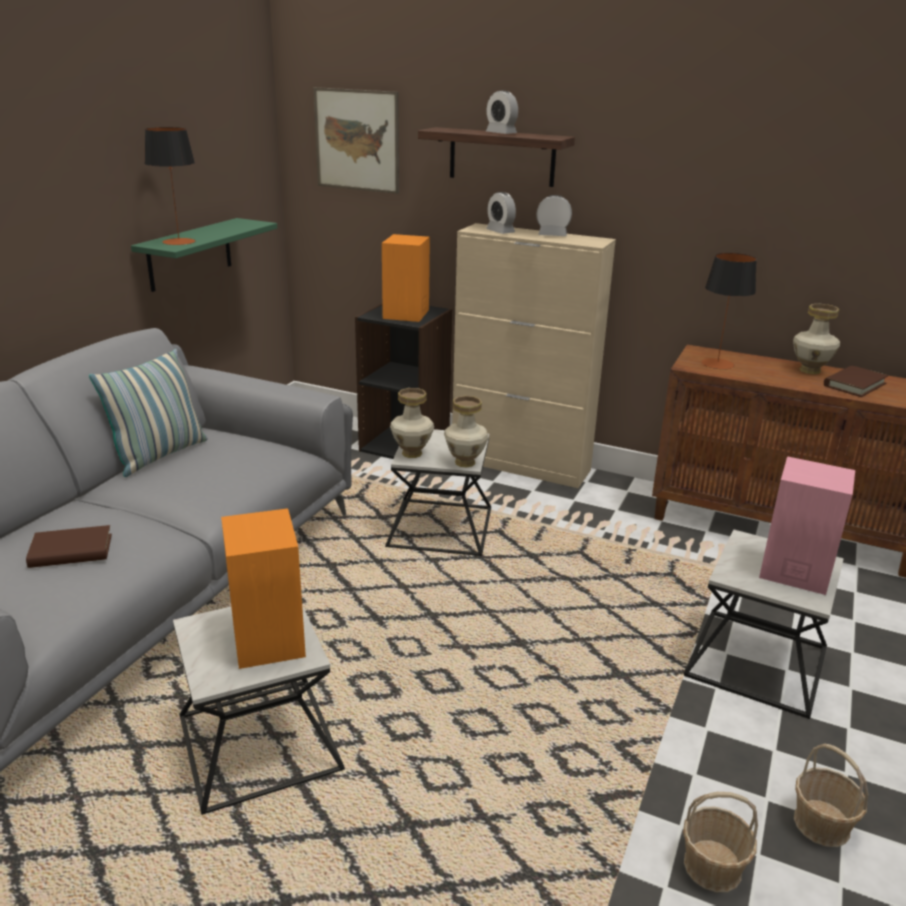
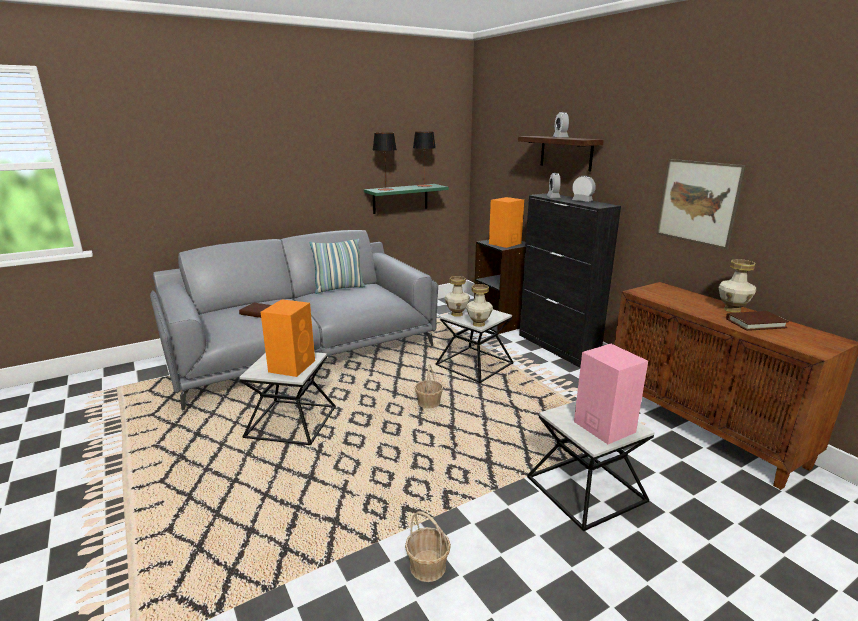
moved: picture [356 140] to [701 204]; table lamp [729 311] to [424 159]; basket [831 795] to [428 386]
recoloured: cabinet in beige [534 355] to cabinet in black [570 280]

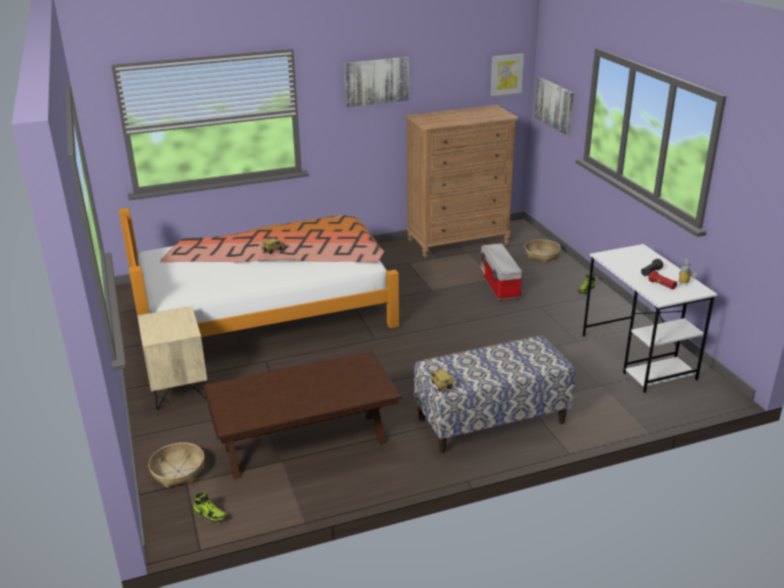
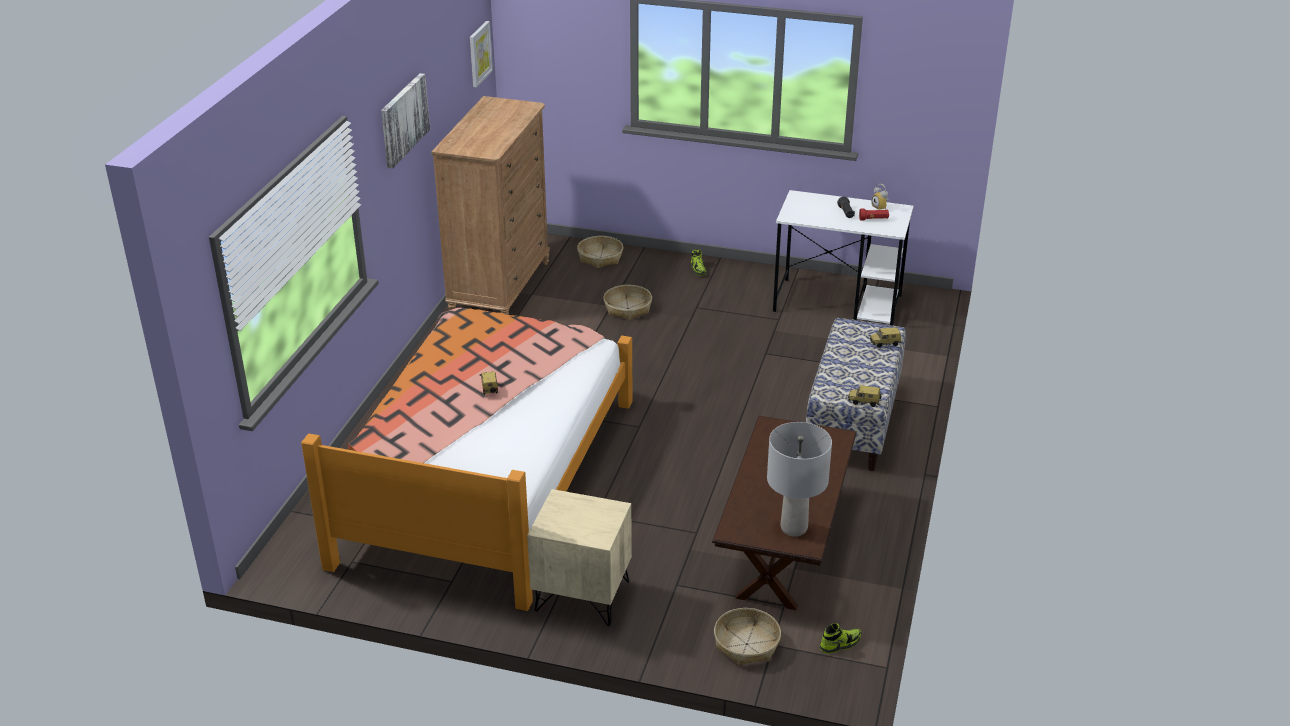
removed: picture [554 106]
added: table lamp in grey [799 479]; toy car [885 337]
replaced: storage box [502 272] to basket [627 302]

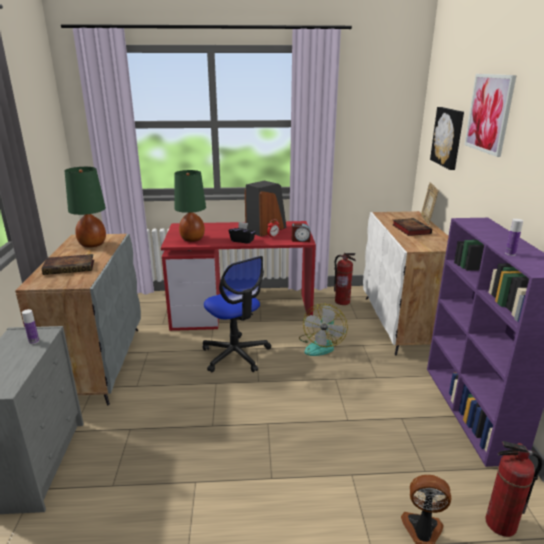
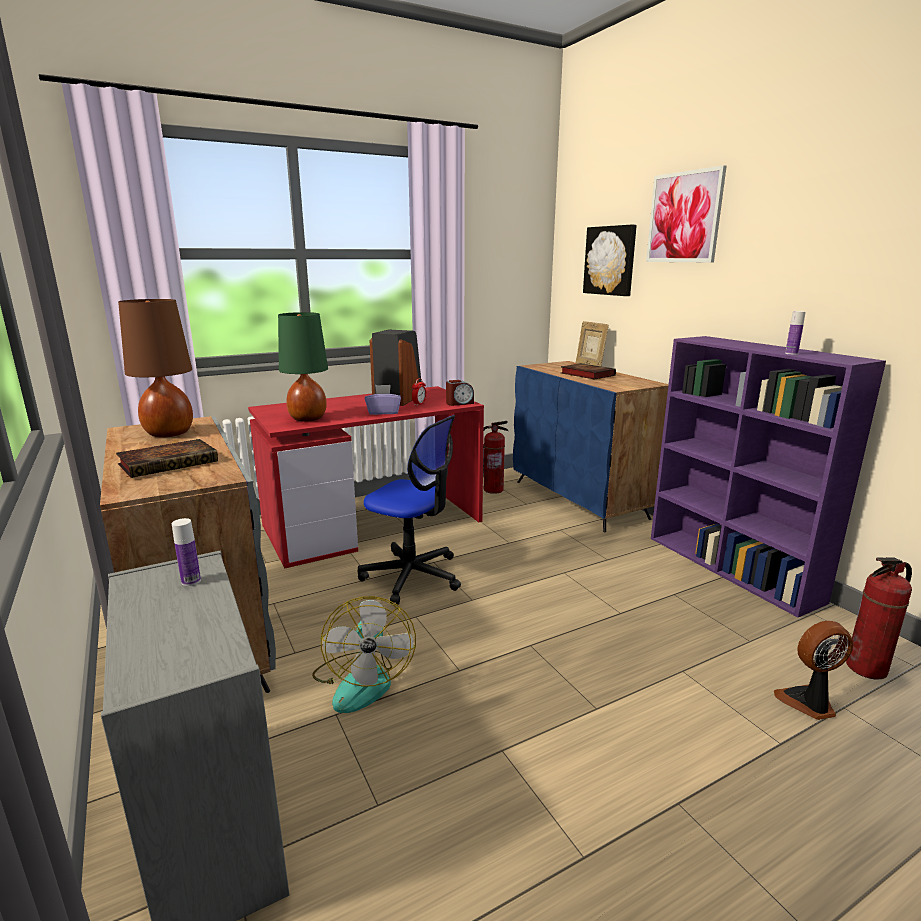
moved: fan [323 330] to [364 654]
recoloured: table lamp in green [85 207] to table lamp in brown [155 368]; tissue box in black [242 233] to tissue box in purple [383 400]; cabinet in white [405 283] to cabinet in blue [591 446]

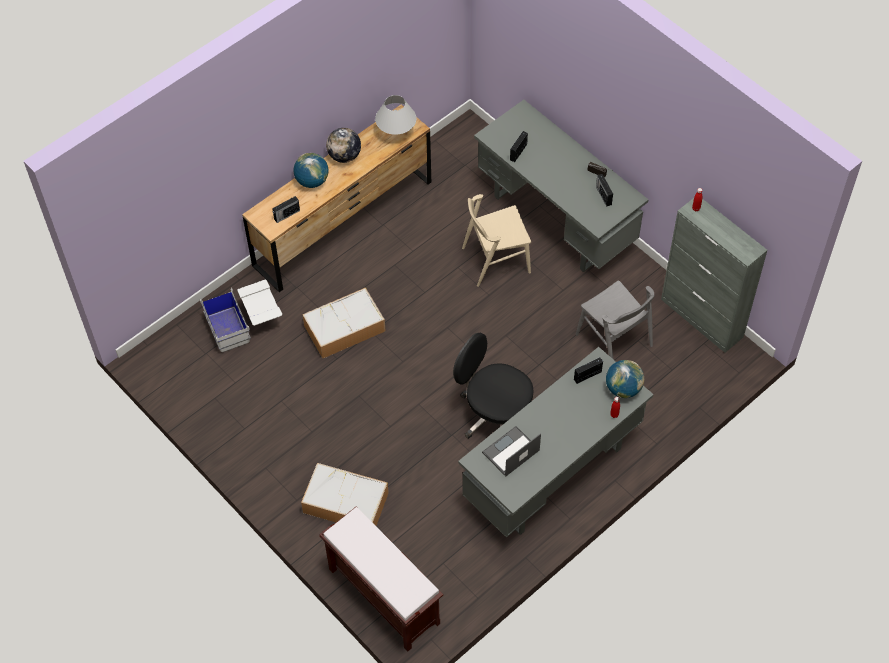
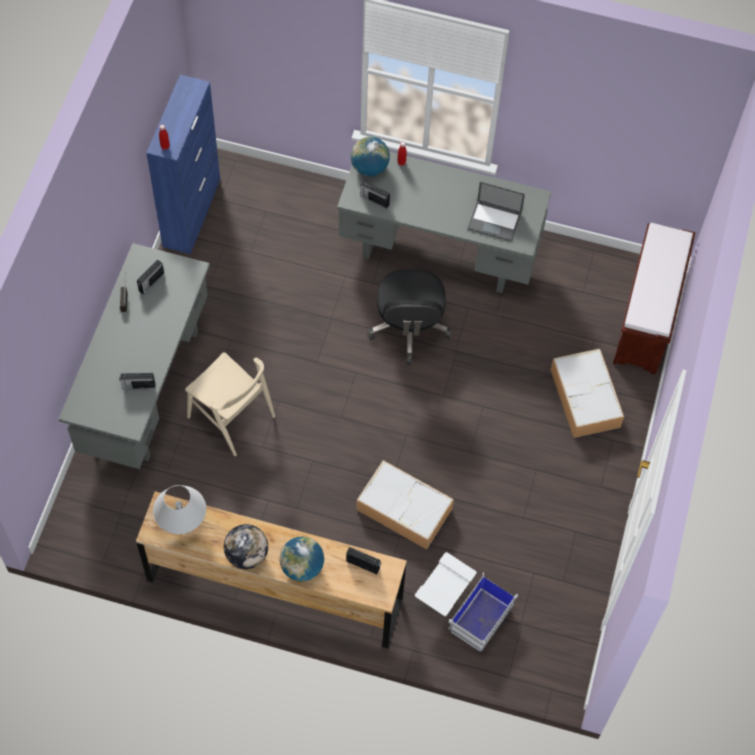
removed: chair in grey [615 320]
recoloured: cabinet in grey [714 275] to cabinet in blue [183 164]

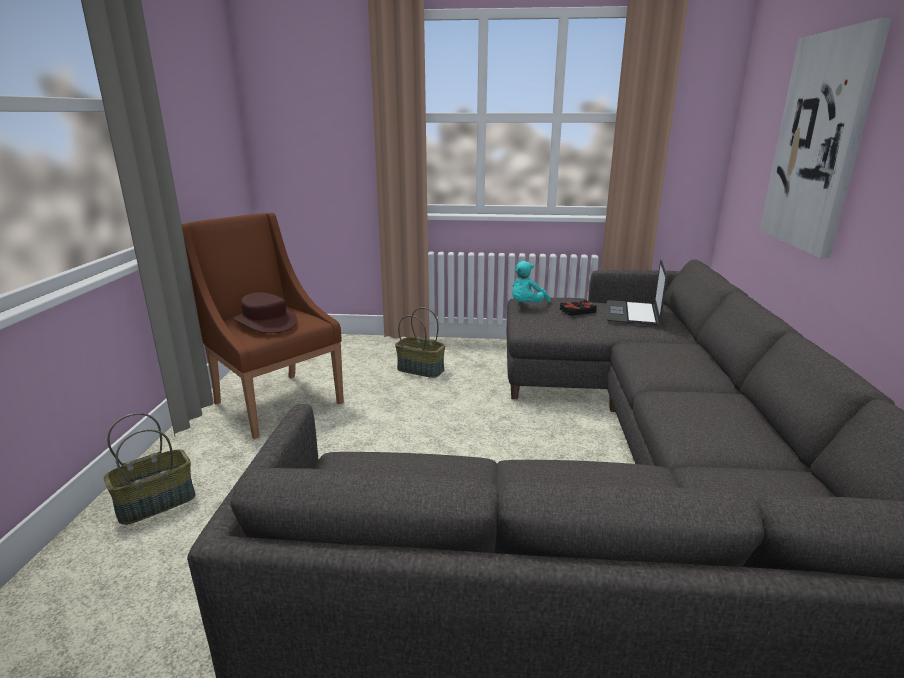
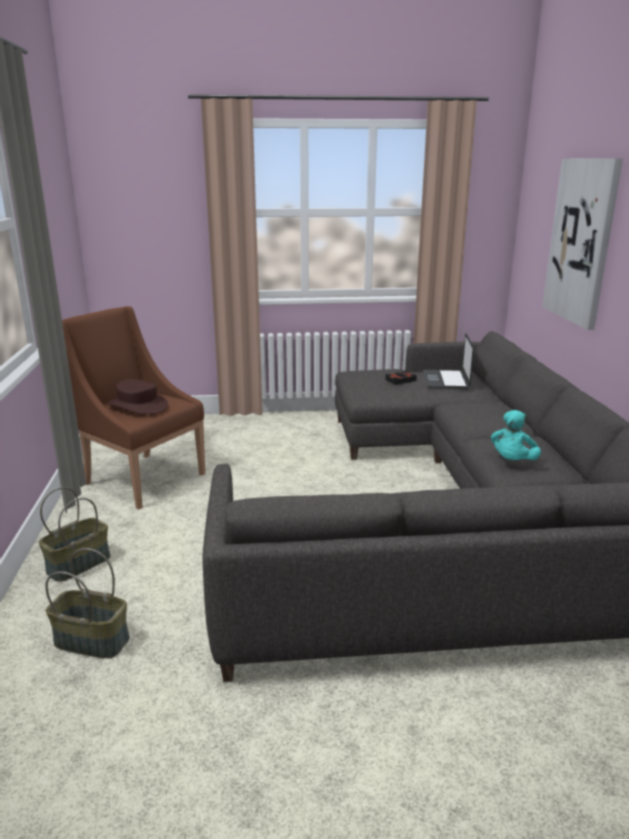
moved: basket [420 342] to [87 603]; plush toy in turquoise [531 282] to [516 435]

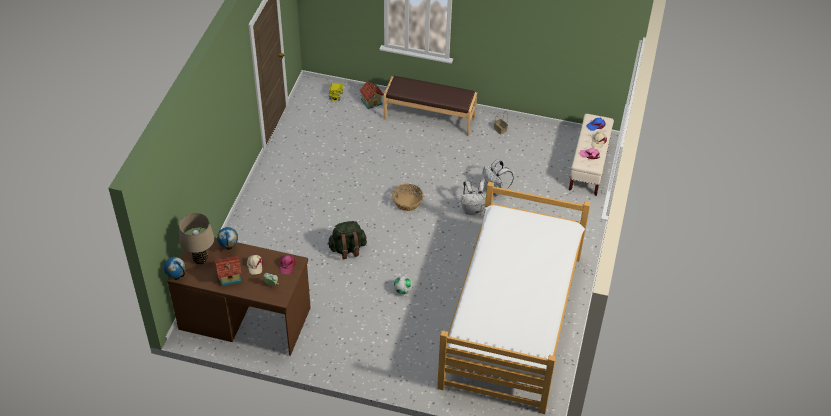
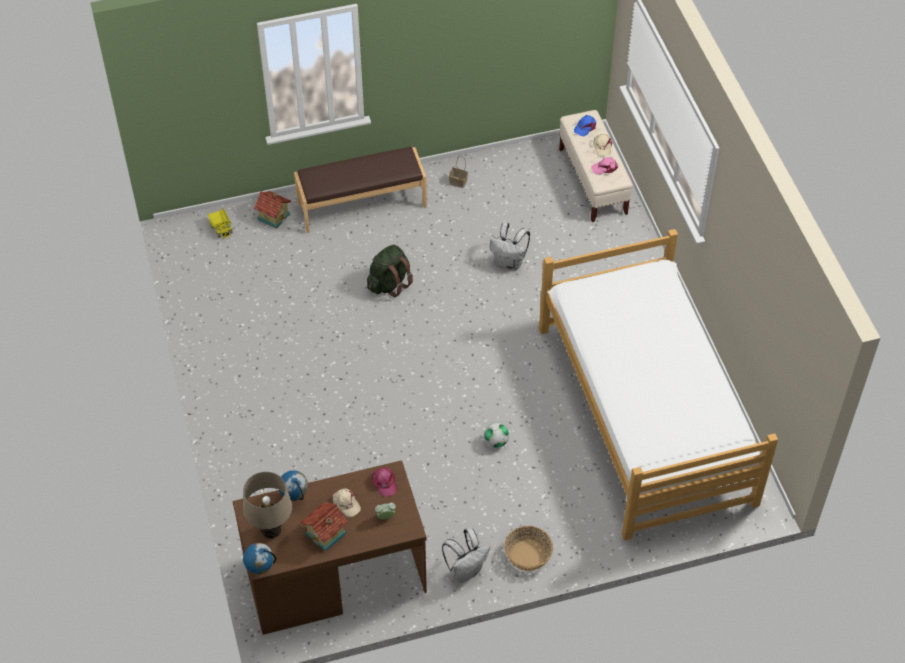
moved: backpack in green [347 240] to [390 271]; basket [408 197] to [529 548]; backpack in white [473 197] to [466 555]

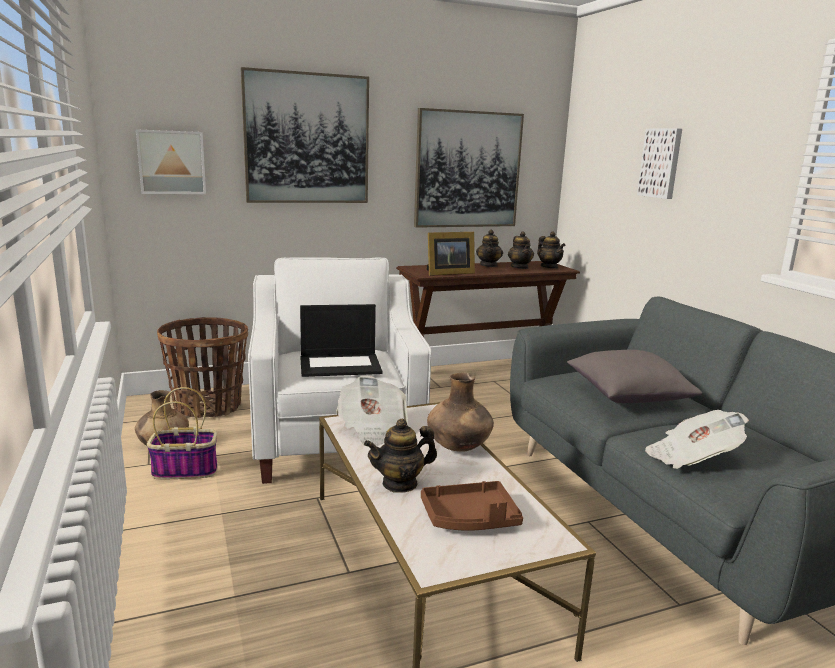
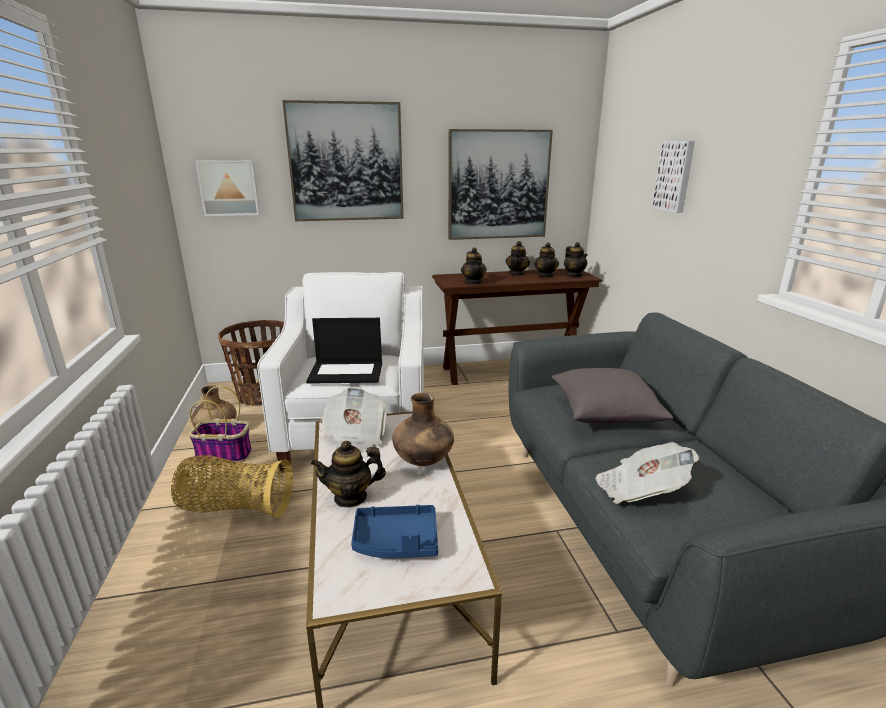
added: basket [232 486]
replaced: picture frame [451 254] to teapot [474 265]
recoloured: tray in brown [472 506] to tray in blue [394 531]

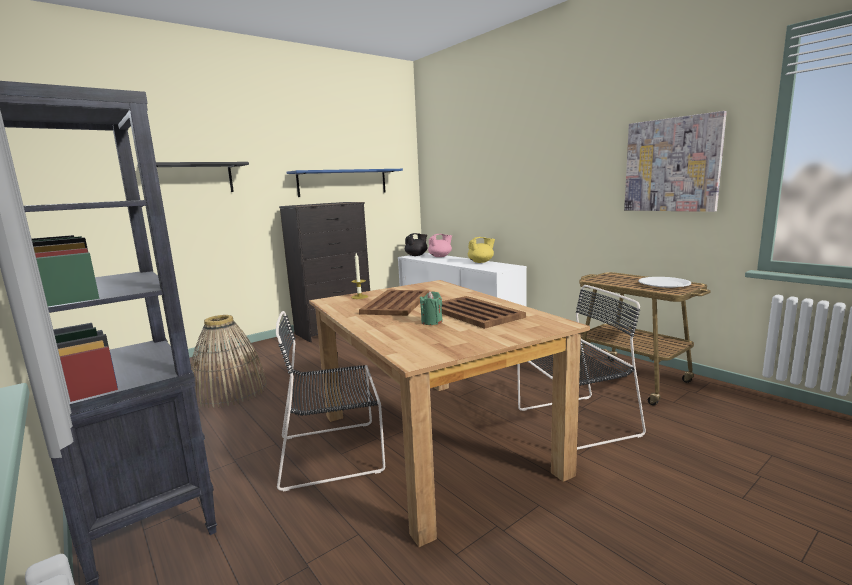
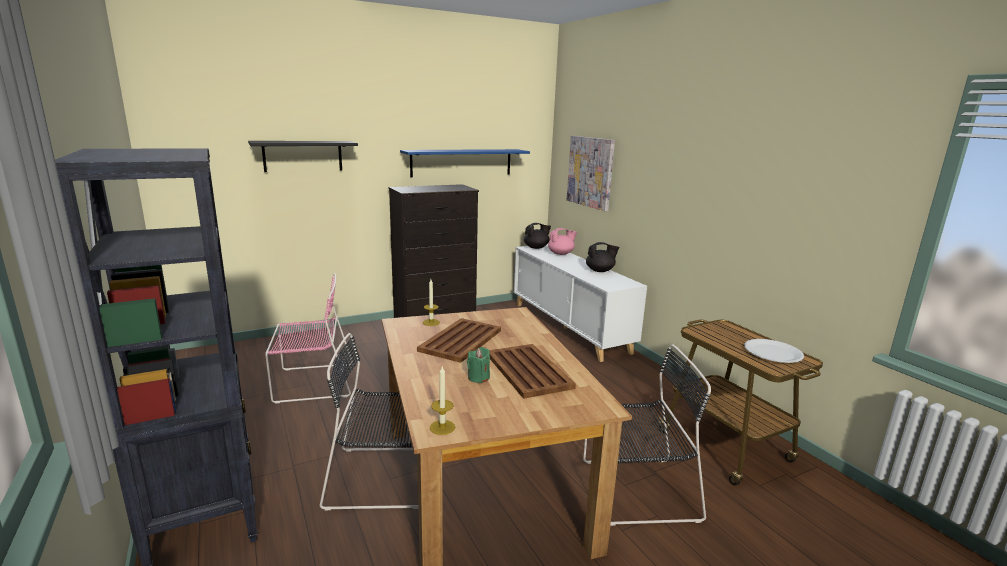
added: candle [442 400]
moved: picture [675 161] to [591 173]
replaced: basket [229 361] to chair in pink [309 338]
recoloured: teapot in yellow [481 250] to teapot in black [602 257]

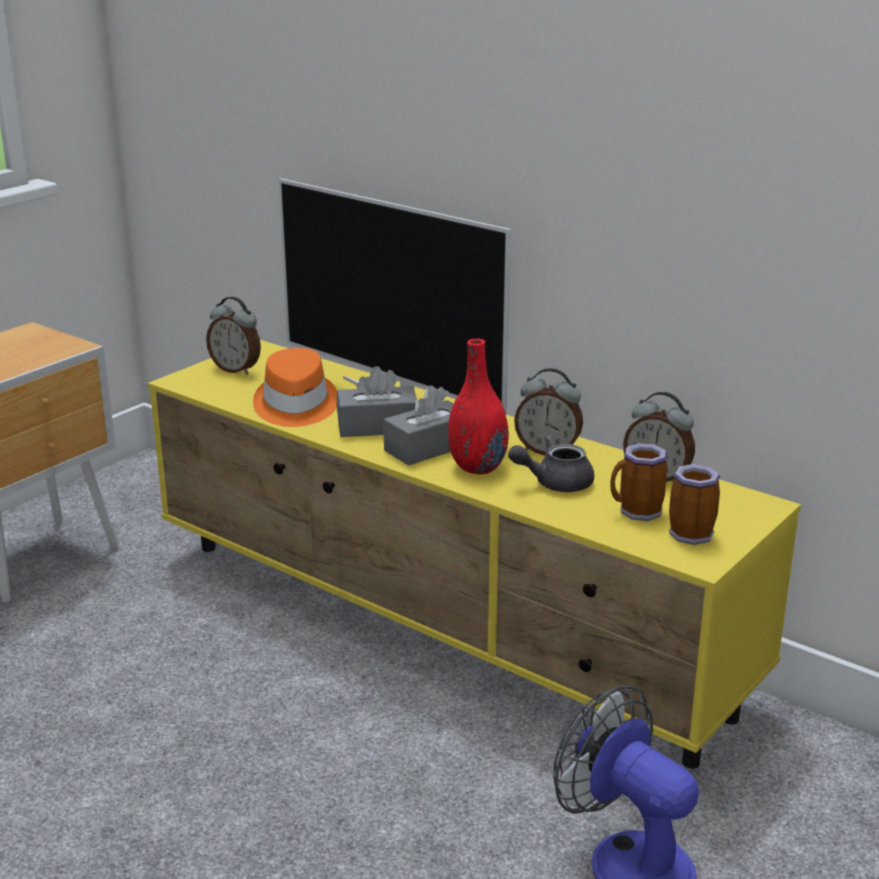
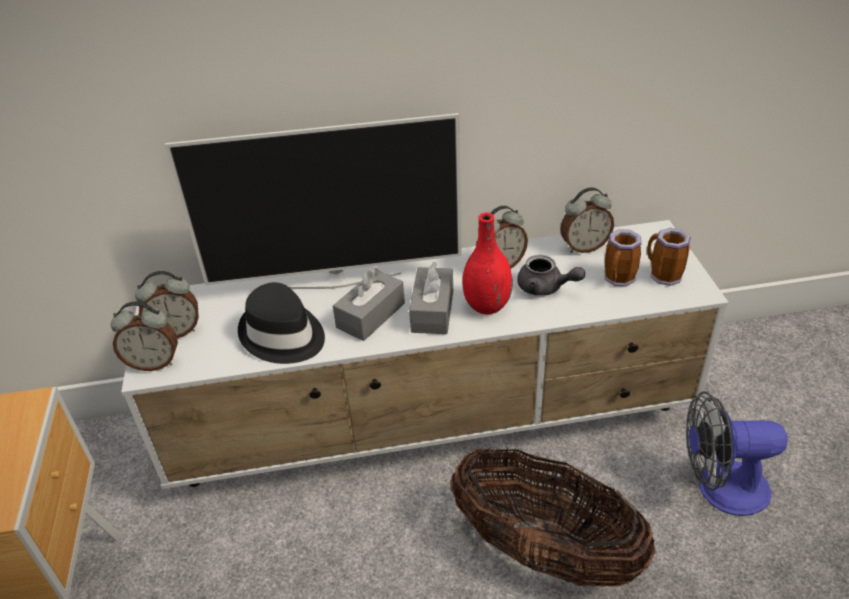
added: alarm clock [144 336]; basket [553 517]
recoloured: tv stand in yellow [474 554] to tv stand in white [425 354]; hat in orange [295 387] to hat in black [281 323]
turned: teapot in grey [551 464] = [551 275] 90 degrees counterclockwise

